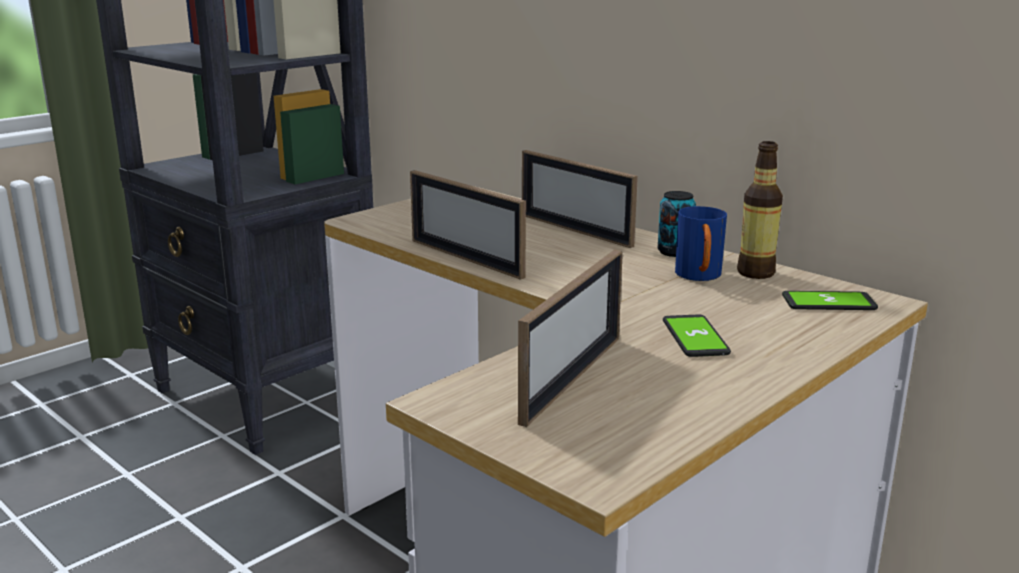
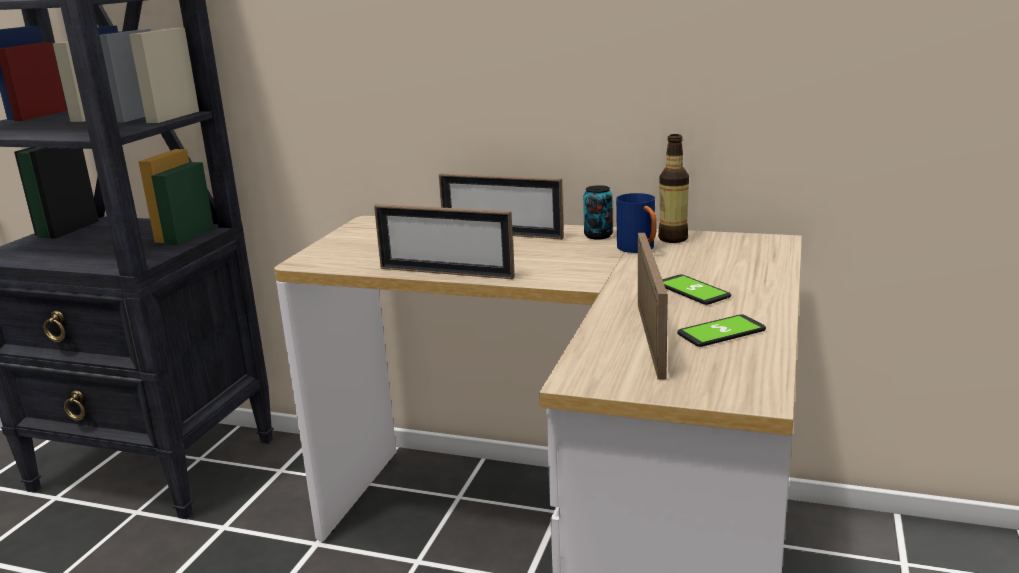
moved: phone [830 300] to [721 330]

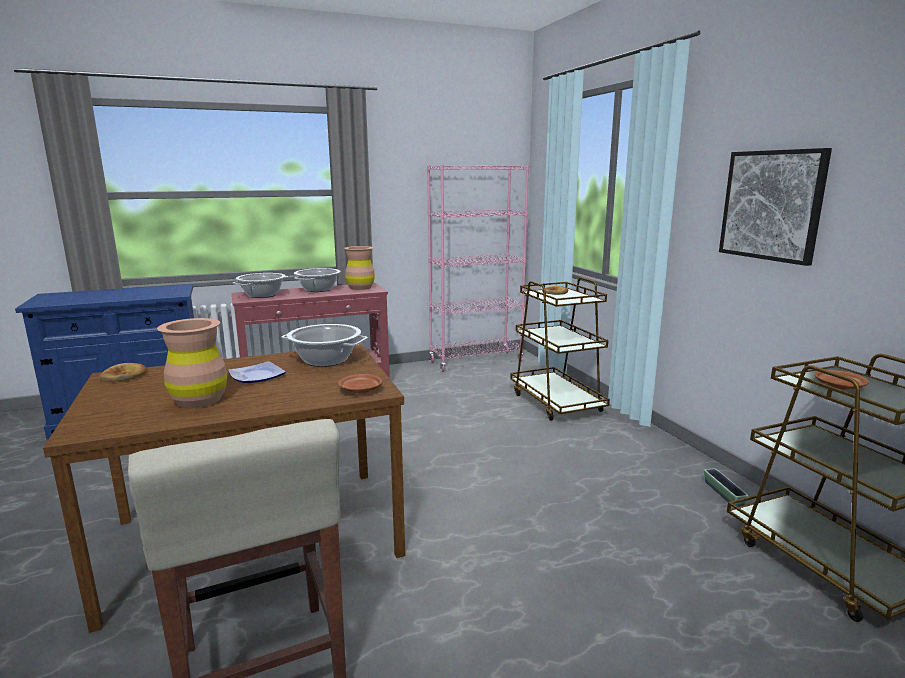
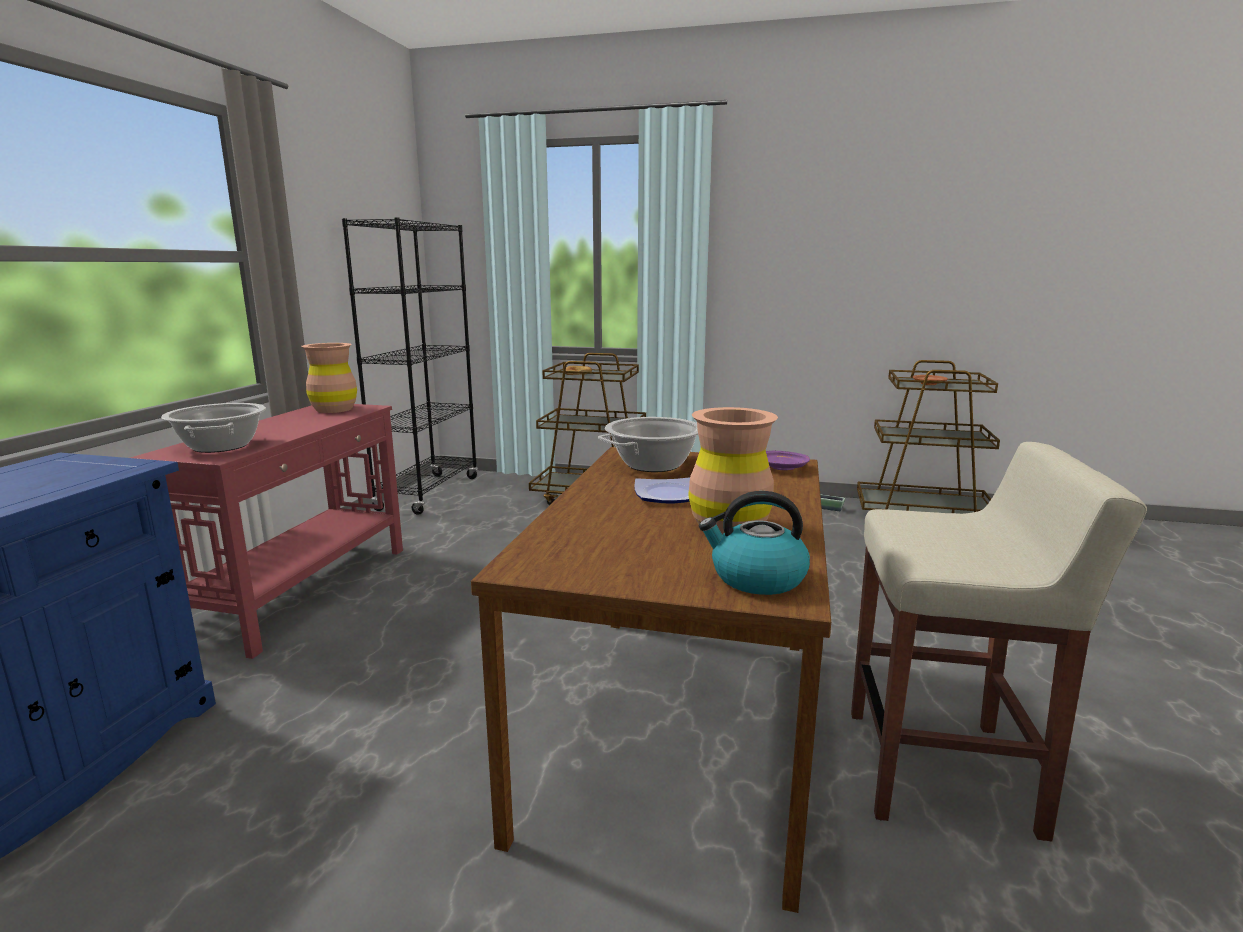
removed: bread [123 372]; cooking pot [317 280]; picture [775 207]
added: kettle [754 543]
recoloured: plate in brown [360 383] to plate in purple [788 460]; bookcase in pink [478 268] to bookcase in black [410 366]

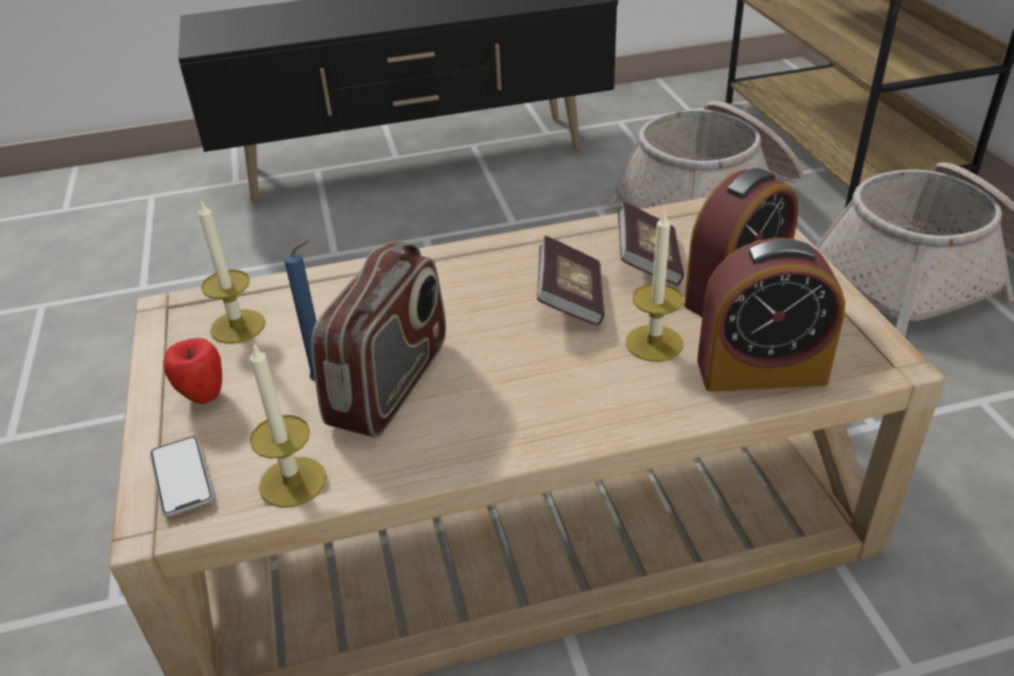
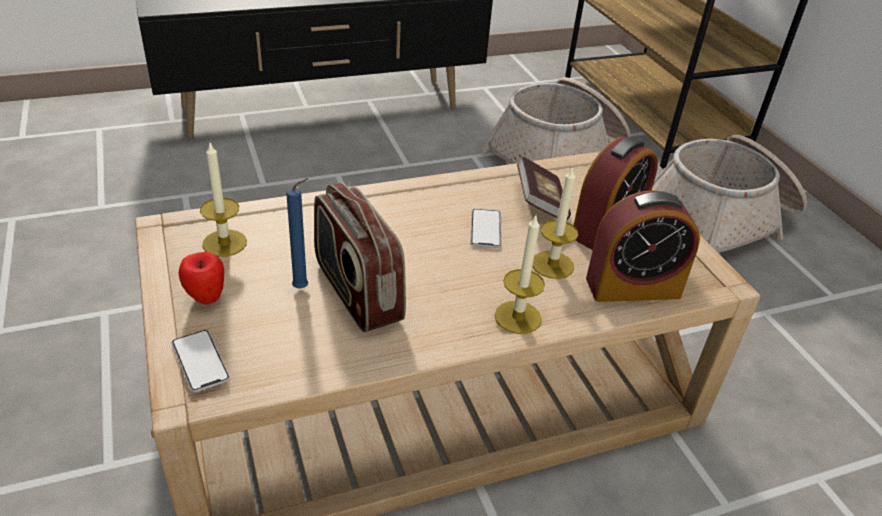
moved: candle [288 425] to [520 275]
replaced: book [571 281] to phone [486 228]
turned: radio [378 339] = [360 257] 135 degrees clockwise

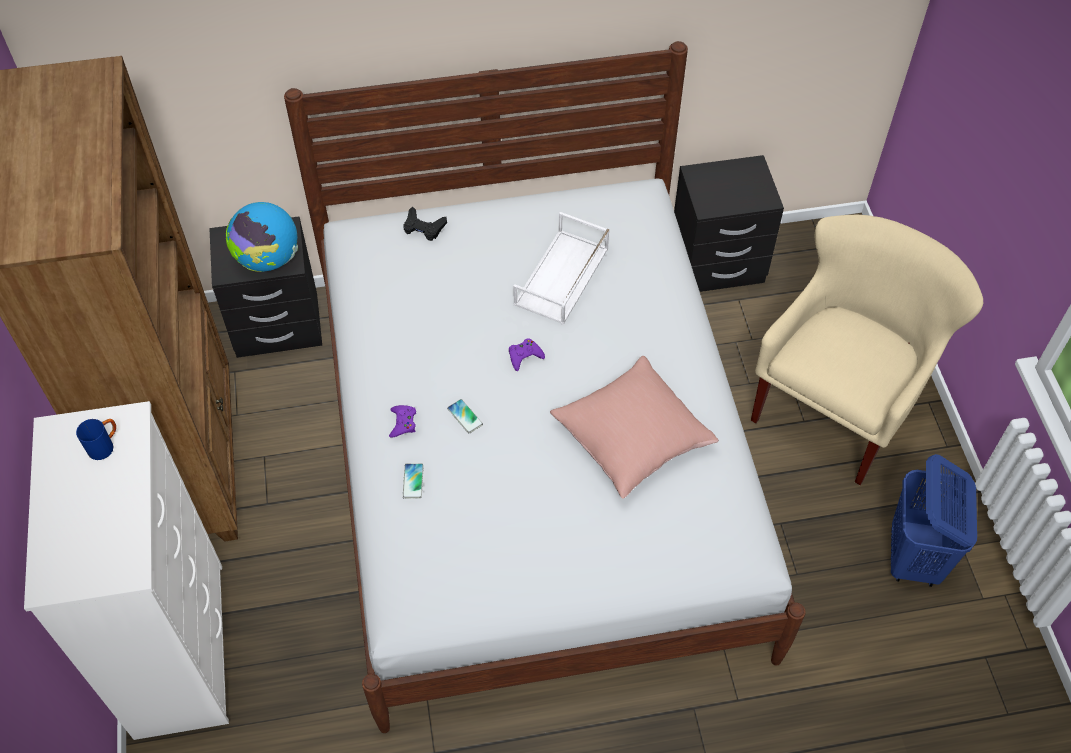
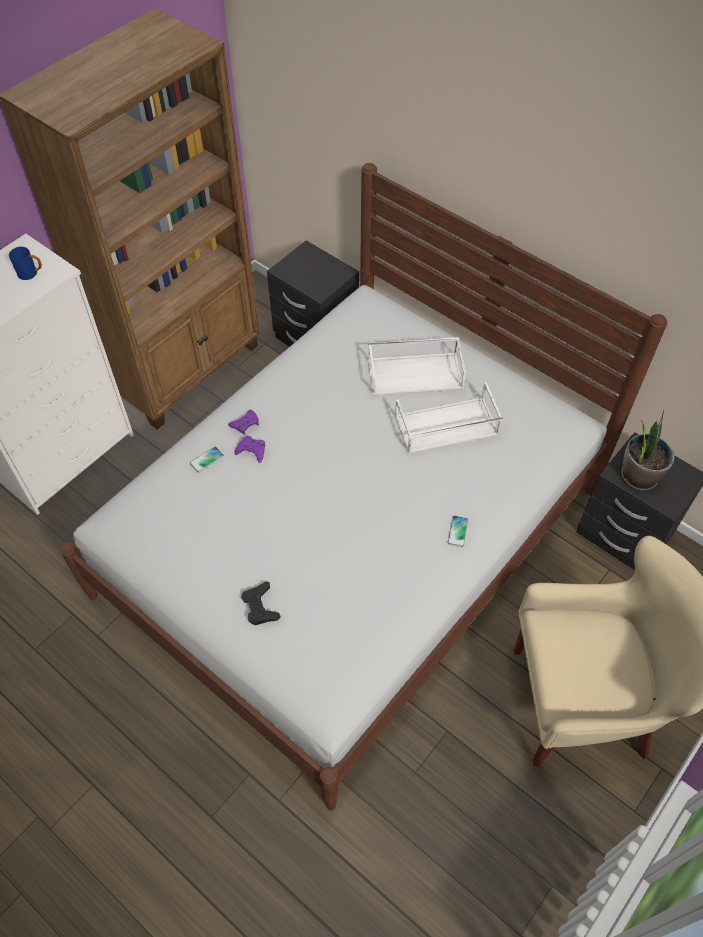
removed: globe [262 237]; pillow in pink [634 427]; laundry basket in blue [934 520]
added: tray in white [417 366]; potted plant [647 450]
moved: game controller in black [425 224] to [261 603]; phone [465 416] to [458 531]; game controller in purple [527 355] to [249 449]

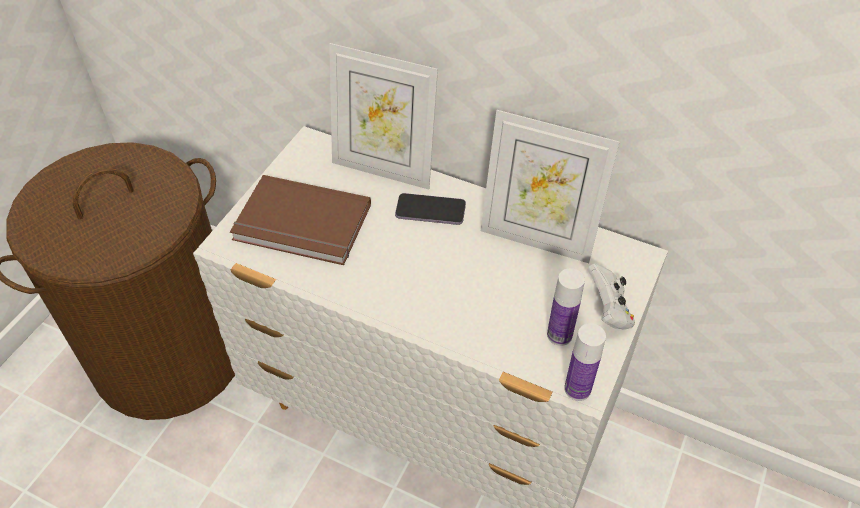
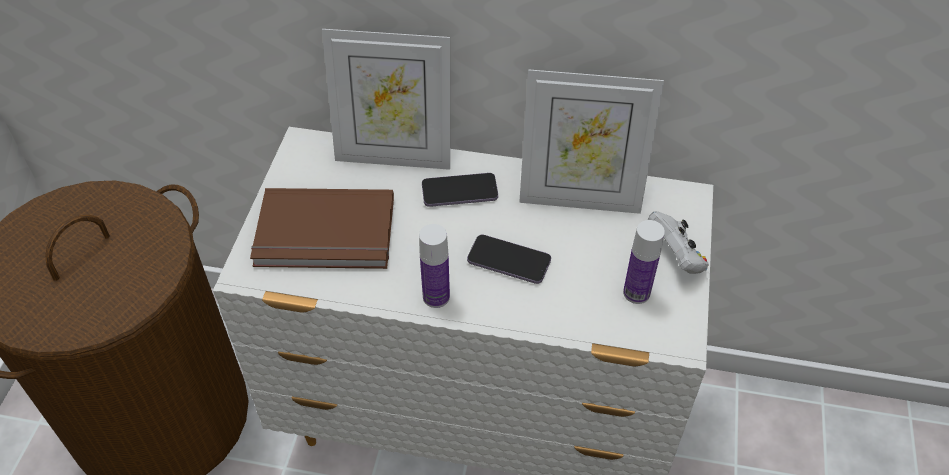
added: phone [509 259]
moved: bottle [585 362] to [434 266]

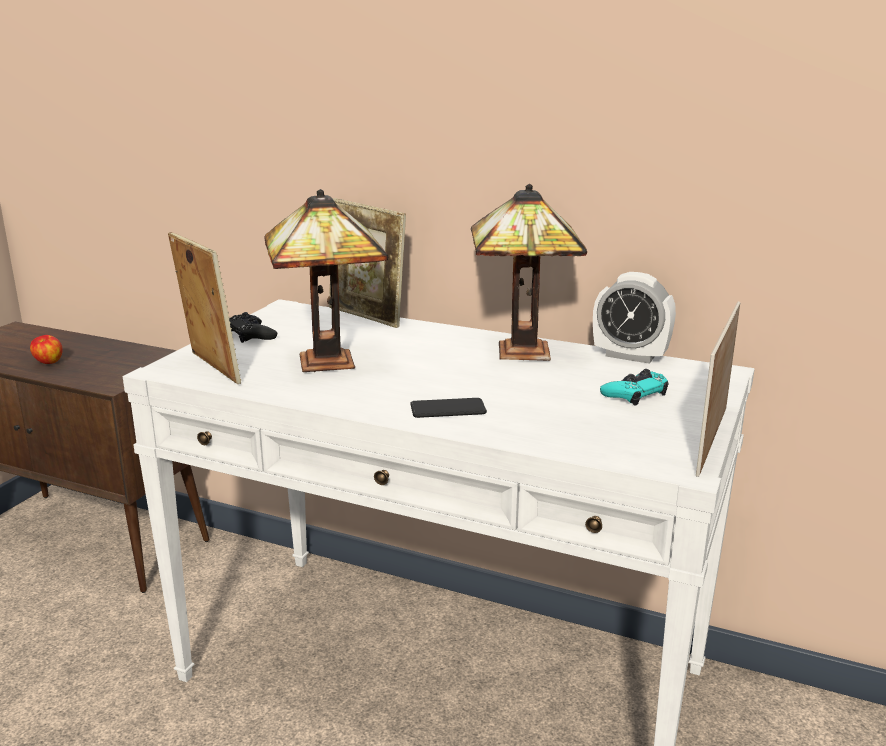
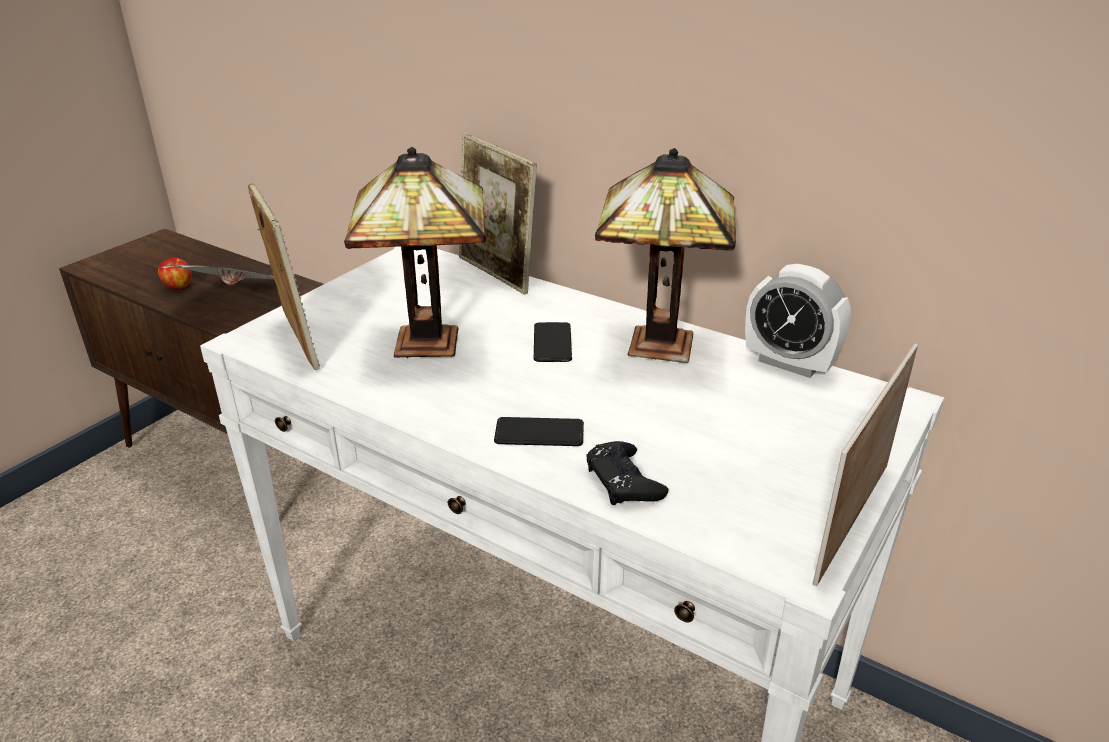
removed: game controller in turquoise [634 387]
added: newspaper [218 275]; phone [553 342]
moved: game controller in black [253 327] to [627 473]

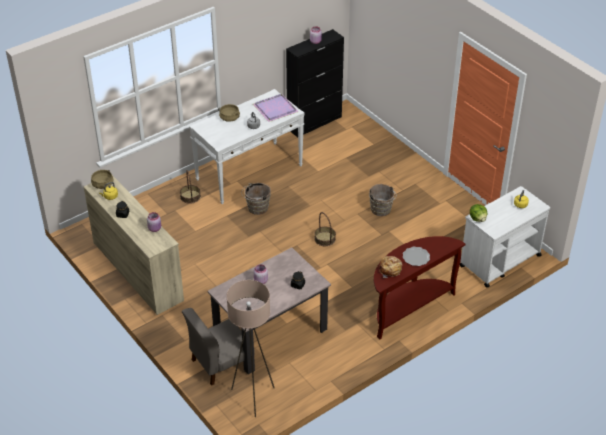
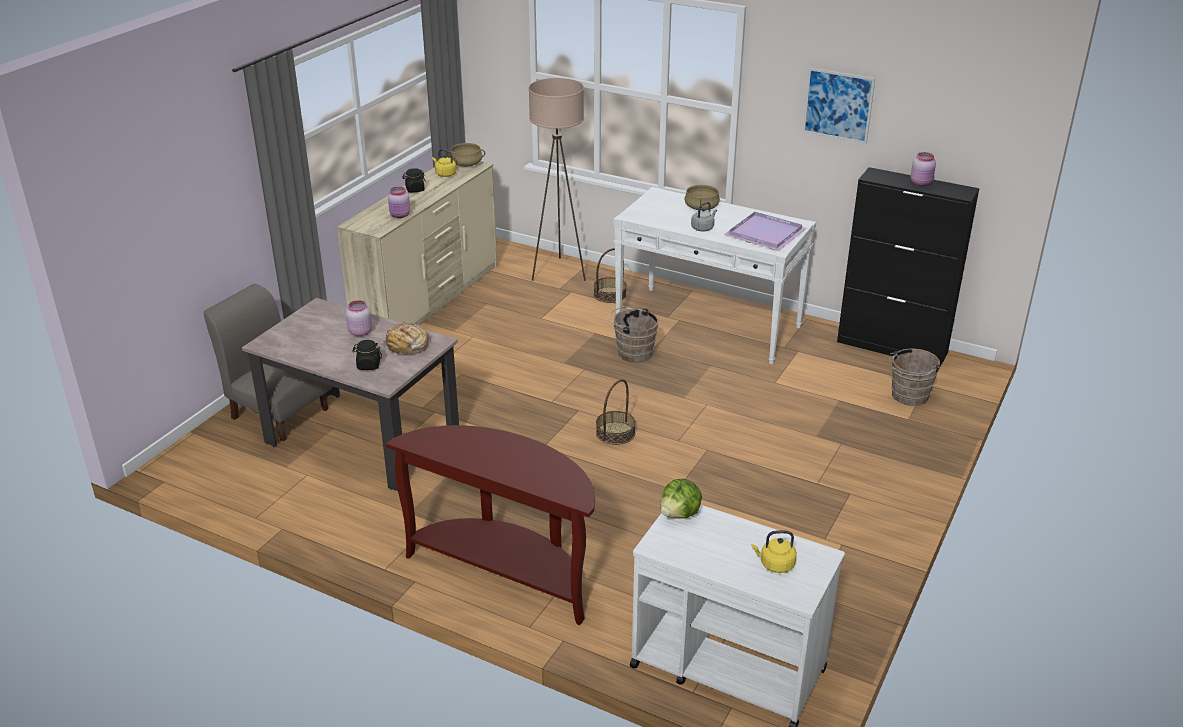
removed: plate [416 256]
added: picture [839 106]
moved: floor lamp in beige [250 348] to [557 179]; bucket in brown [382 200] to [914 377]; bread [390 267] to [404 338]

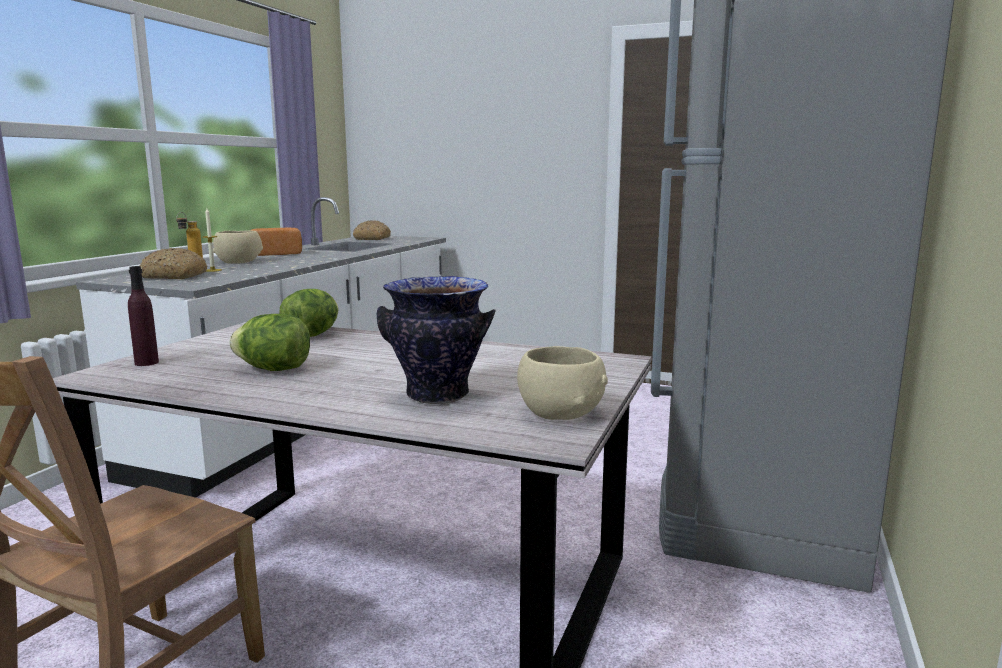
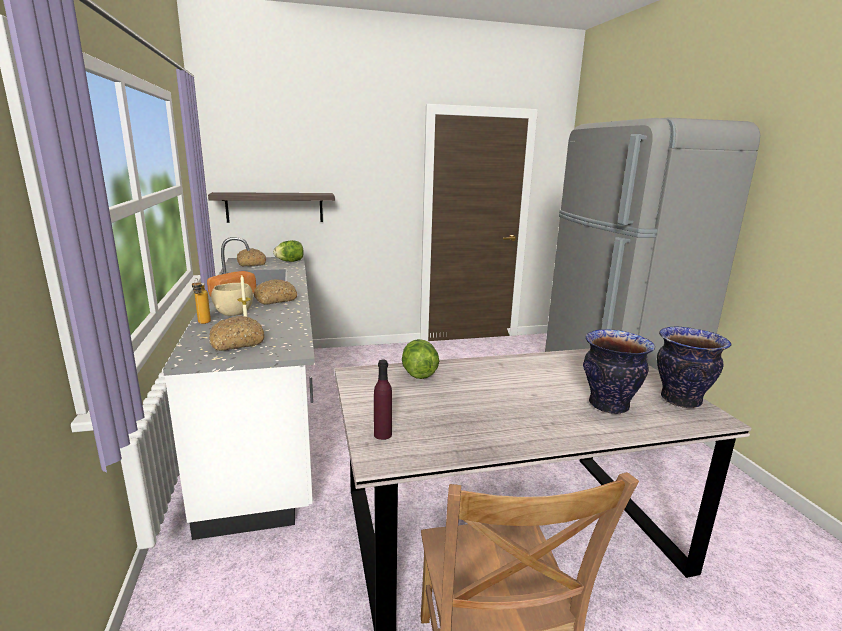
added: shelf [271 207]; bread [275 292]
moved: lettuce [269 342] to [288 251]
replaced: bowl in beige [562 383] to vase [694 367]

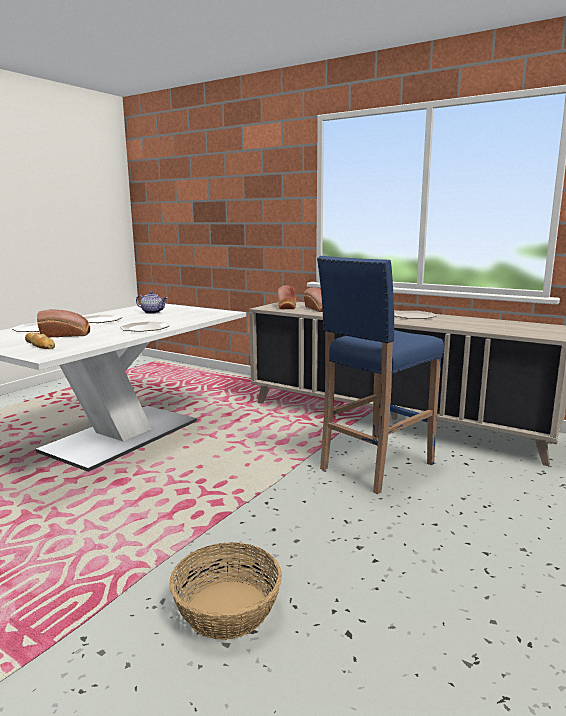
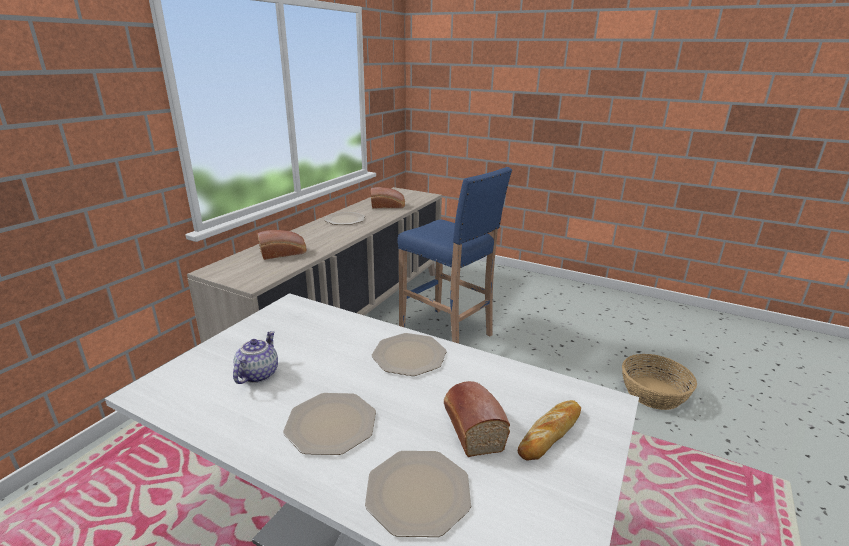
moved: bread [287 297] to [388 198]

